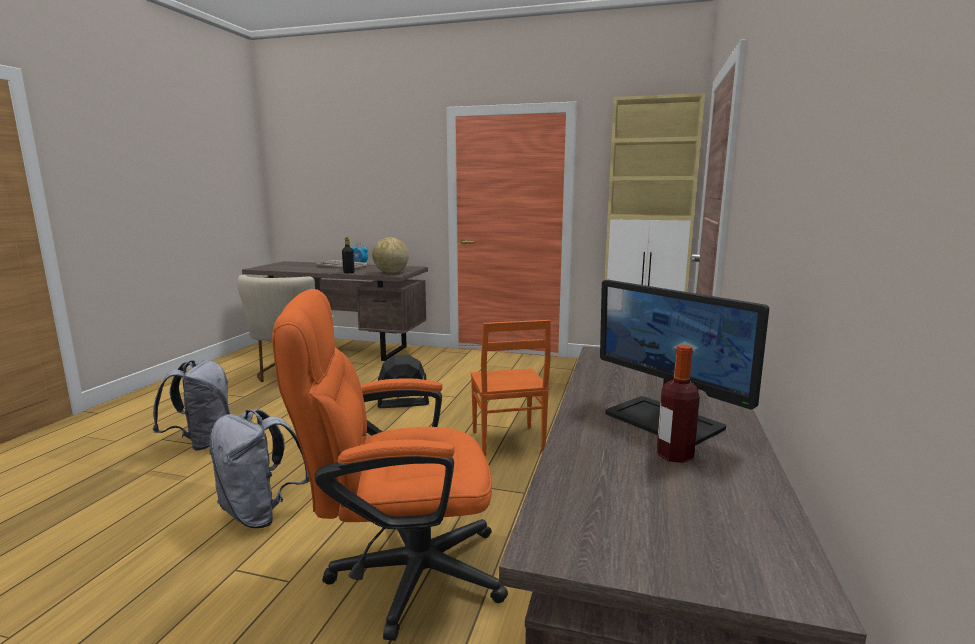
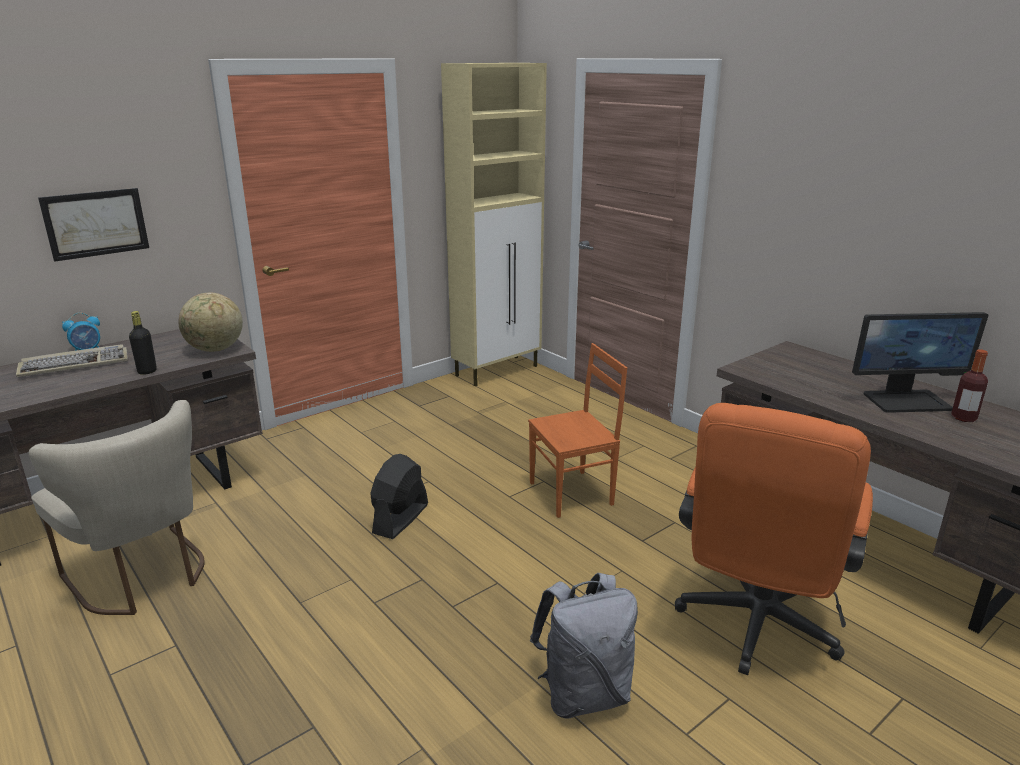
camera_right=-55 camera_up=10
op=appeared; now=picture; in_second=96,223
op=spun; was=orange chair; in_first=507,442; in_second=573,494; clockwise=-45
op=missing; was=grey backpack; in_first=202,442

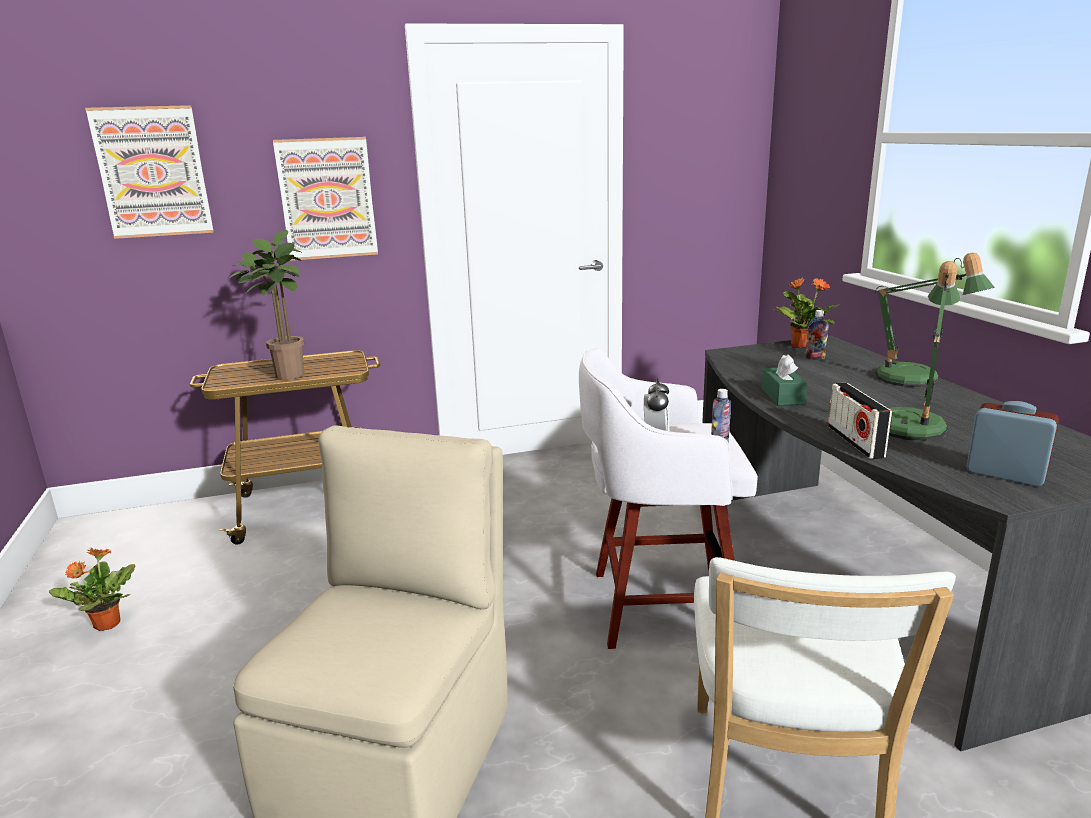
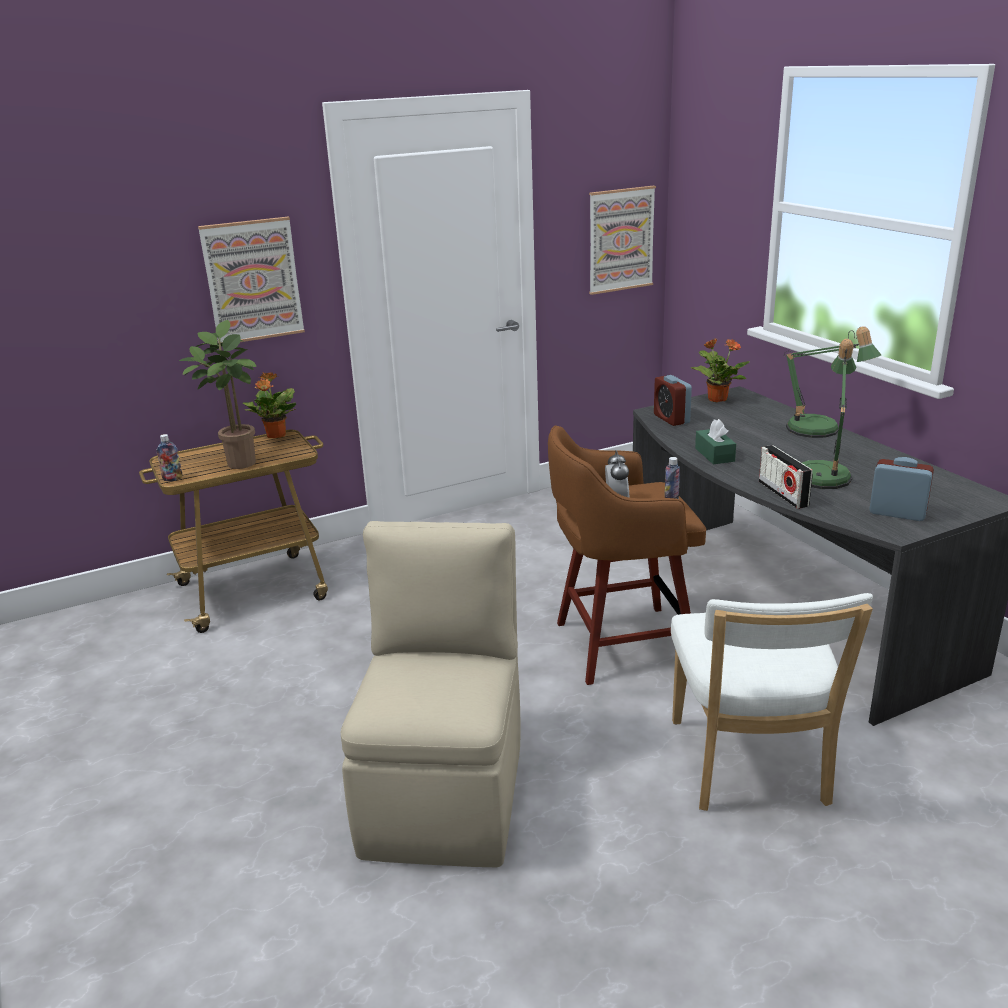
camera_right=-10 camera_up=5
op=relocated; was=bottle; in_first=815,358; in_second=172,479
op=relocated; was=potted plant; in_first=106,625; in_second=276,436
op=colour; was=white stool; now=brown stool; in_first=659,605; in_second=619,644
op=relocated; was=picture; in_first=152,172; in_second=620,240
op=appeared; now=alarm clock; in_second=671,419

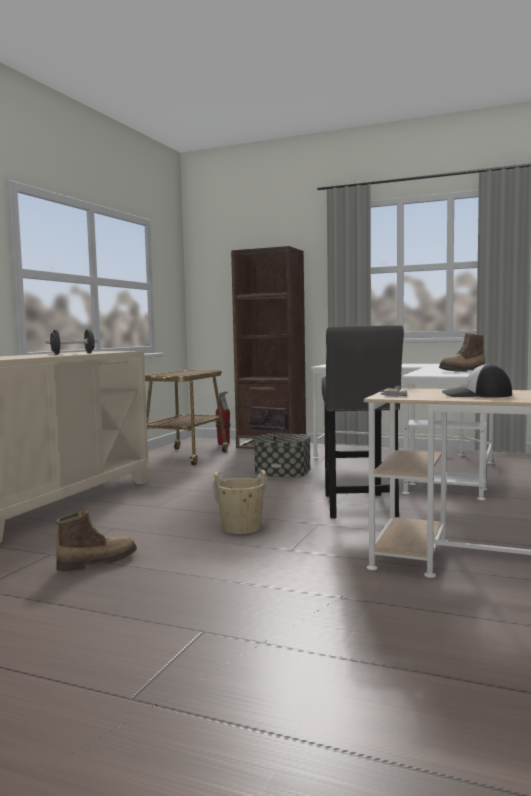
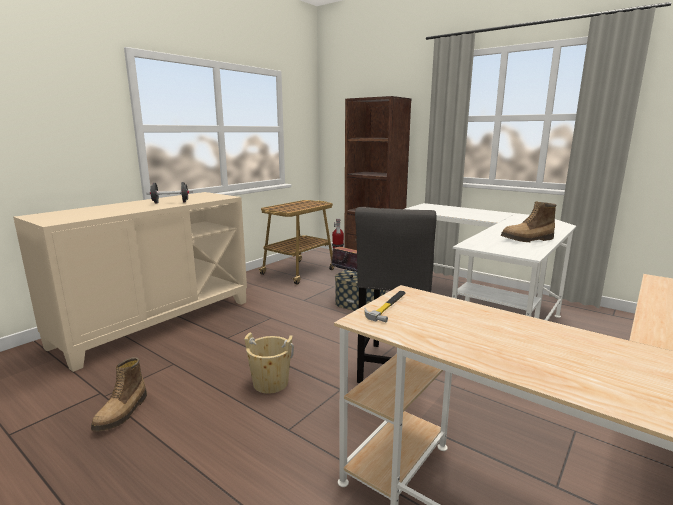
camera_right=15 camera_up=10
op=spun; was=boot; in_first=97,562; in_second=122,413; clockwise=120
op=missing; was=cap; in_first=476,395

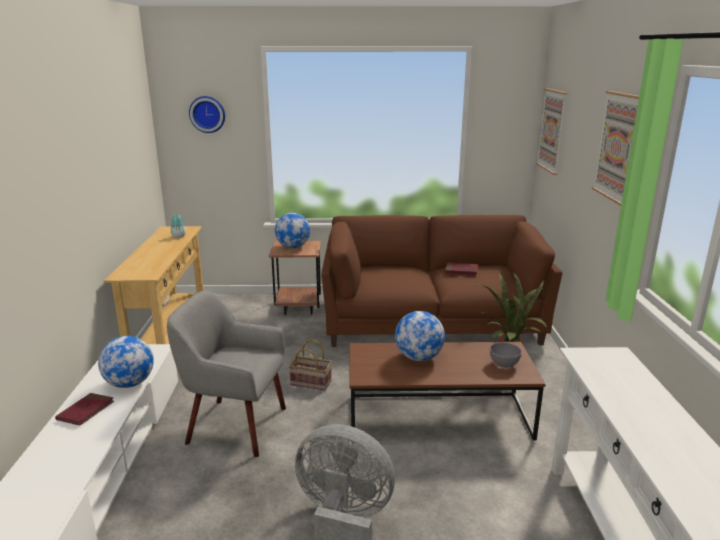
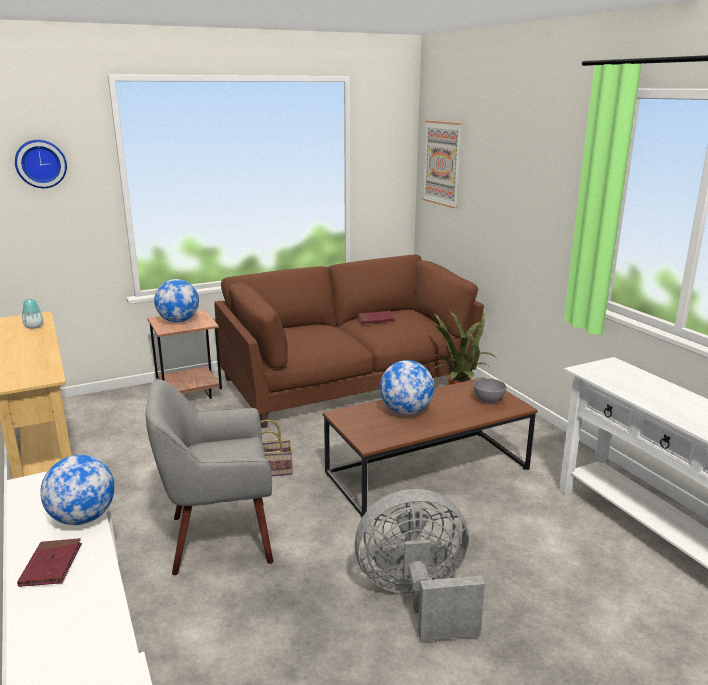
camera_right=-25 camera_up=0
op=missing; was=picture; in_first=618,147

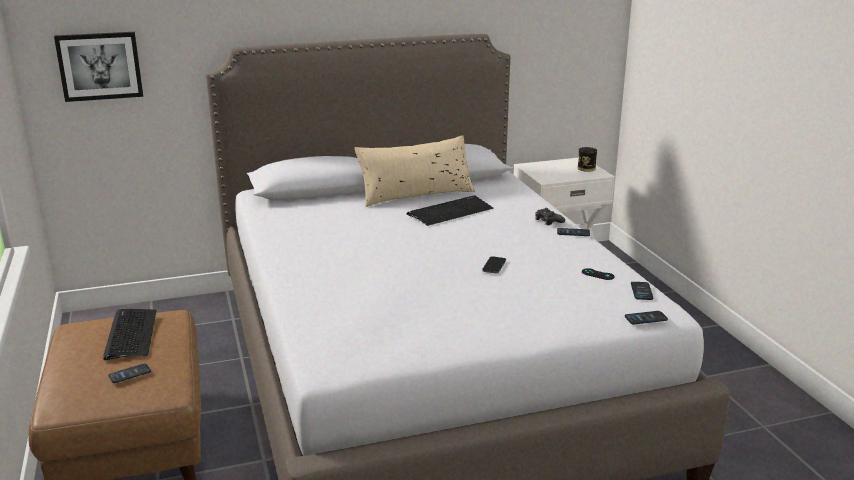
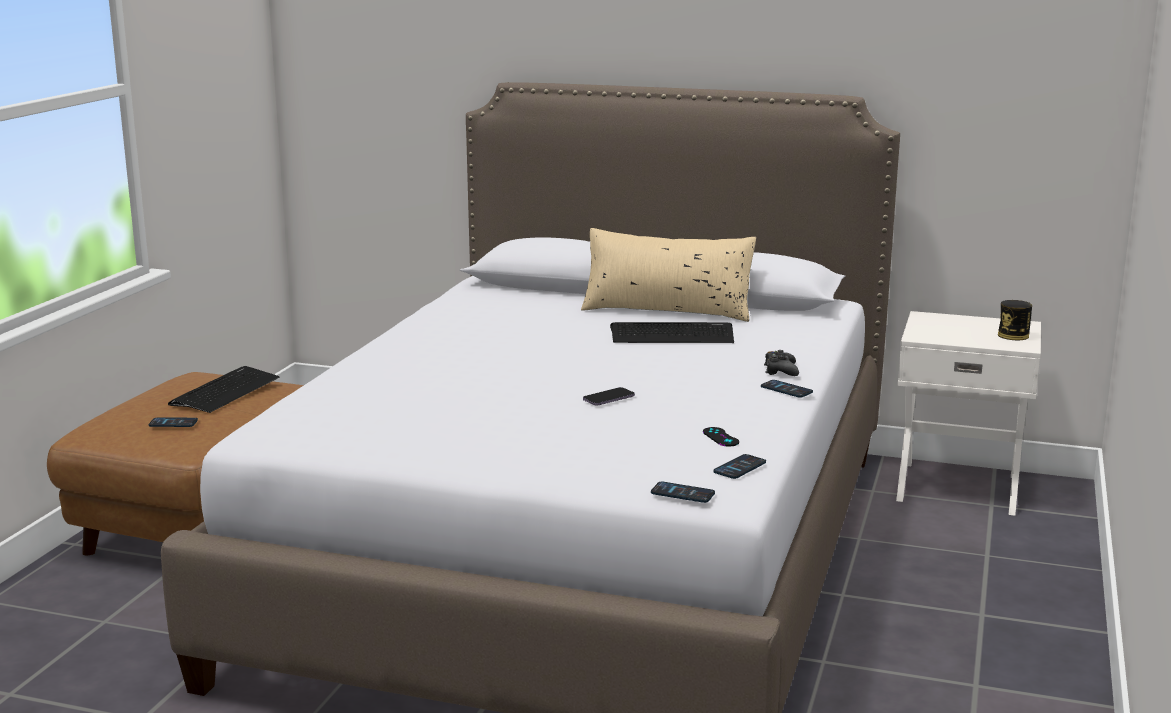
camera_right=35 camera_up=-5
op=missing; was=picture; in_first=100,66

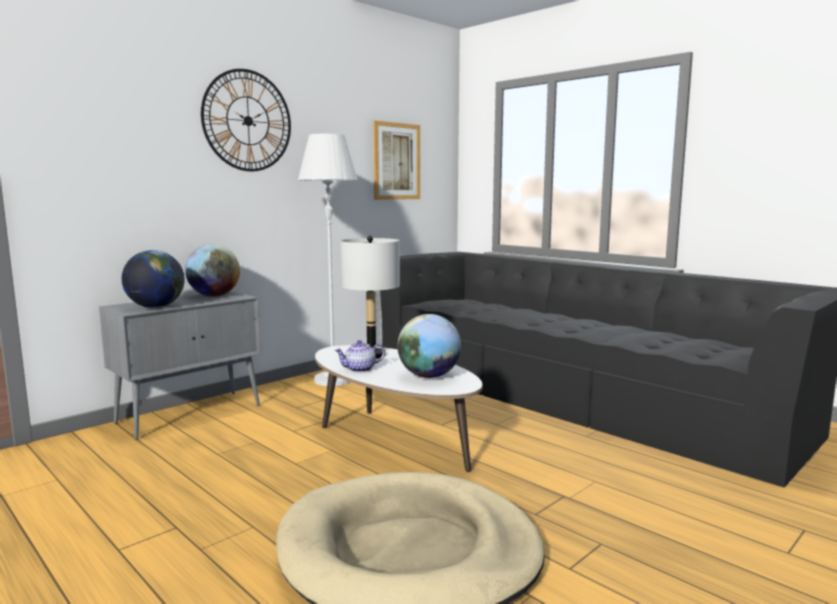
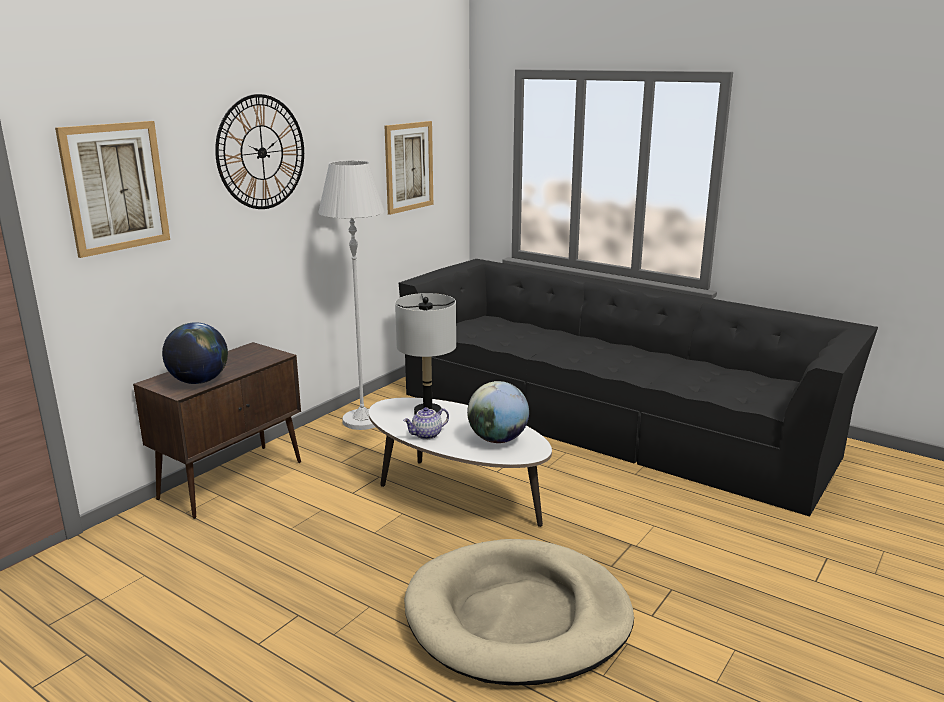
camera_right=-10 camera_up=10
op=appeared; now=picture; in_second=115,187
op=colour; was=grey cabinet; now=brown cabinet; in_first=191,413; in_second=233,479
op=missing; was=globe; in_first=214,296

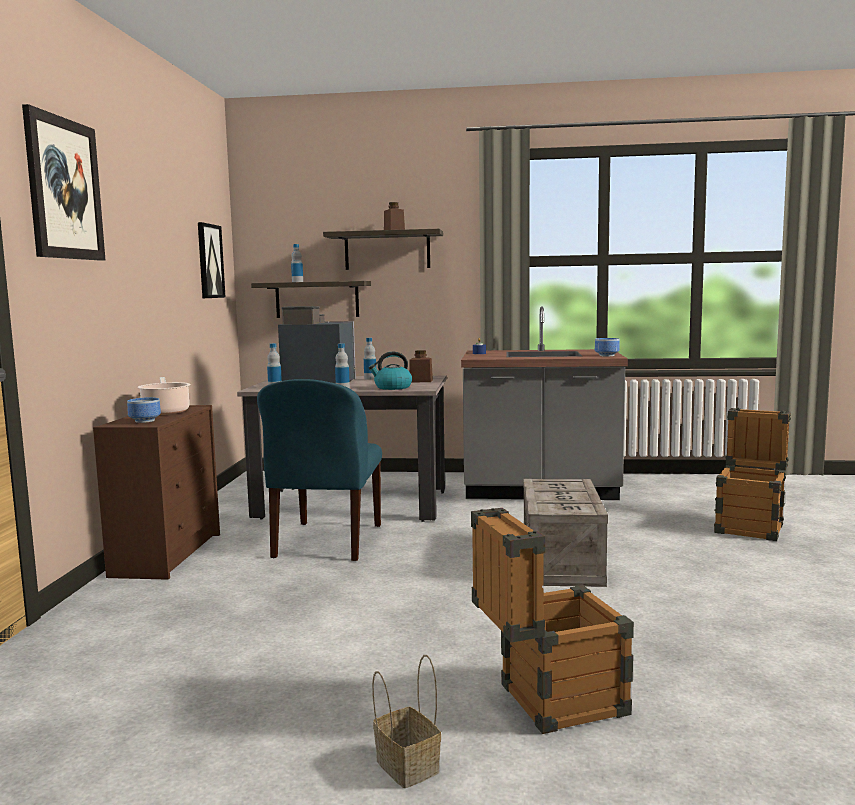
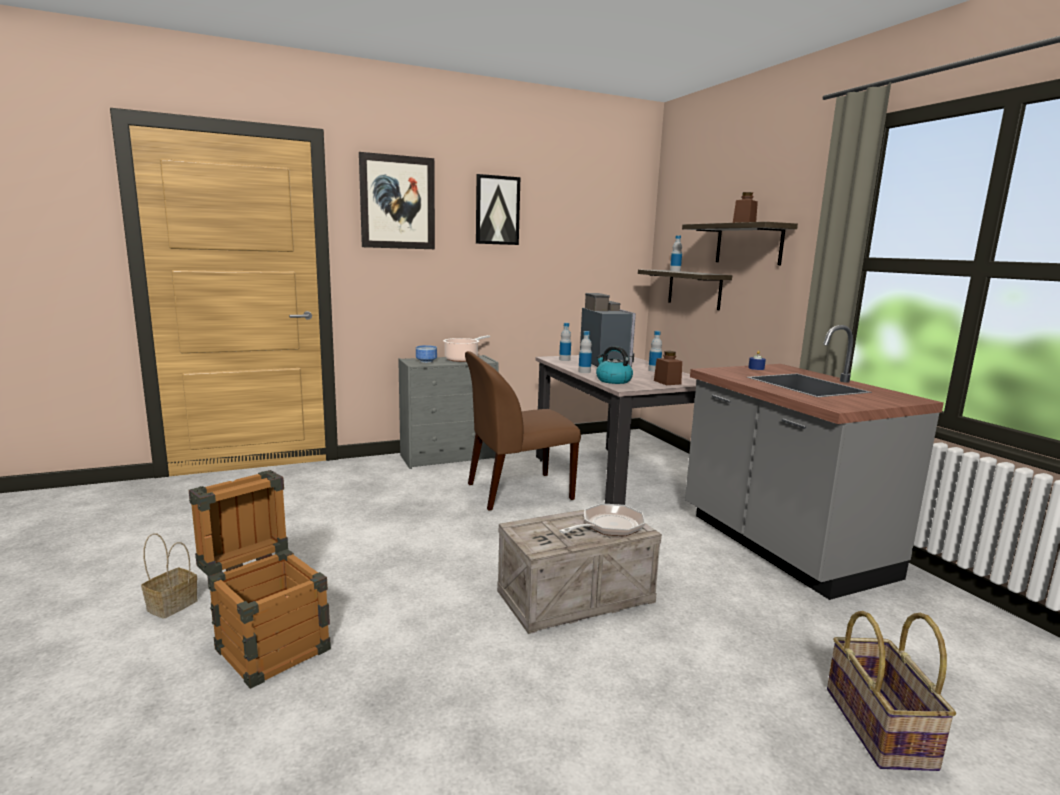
camera_right=60 camera_up=5
op=colour; was=brown dresser; now=grey dresser; in_first=168,554; in_second=449,457
op=colour; was=blue chair; now=brown chair; in_first=327,542; in_second=517,492
op=relocated; was=picture; in_first=209,261; in_second=497,210
op=appeared; now=frying pan; in_second=608,526
op=exchanged; was=crate; now=basket; in_first=751,526; in_second=881,728
op=missing; was=bowl; in_first=606,355

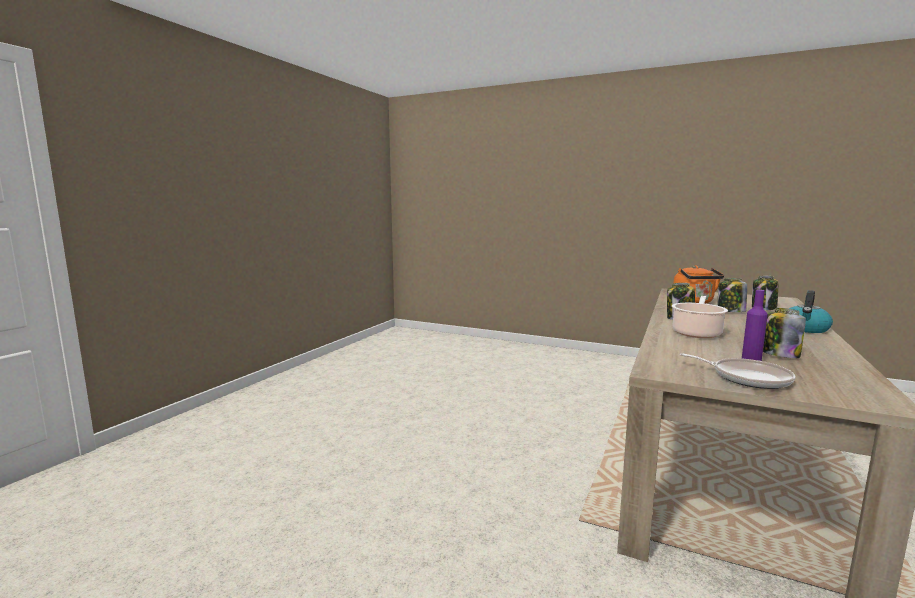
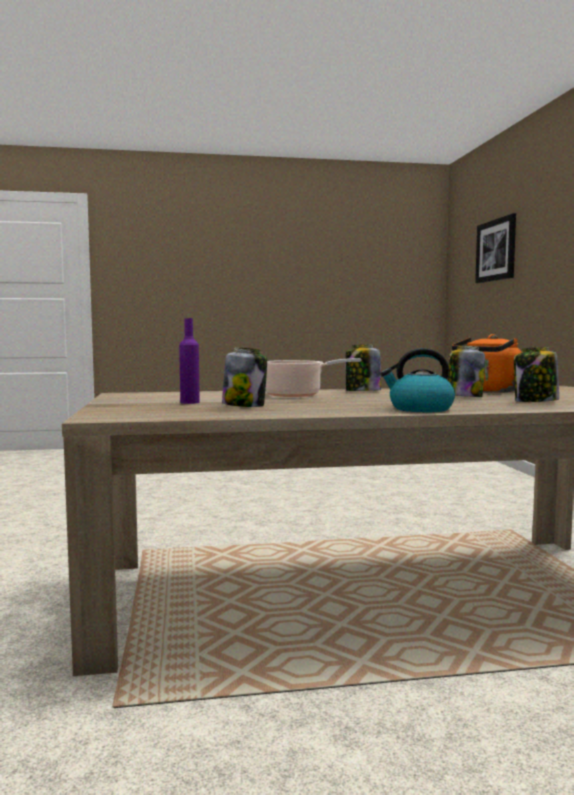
camera_right=55 camera_up=-5
op=appeared; now=picture; in_second=496,250
op=missing; was=frying pan; in_first=747,378

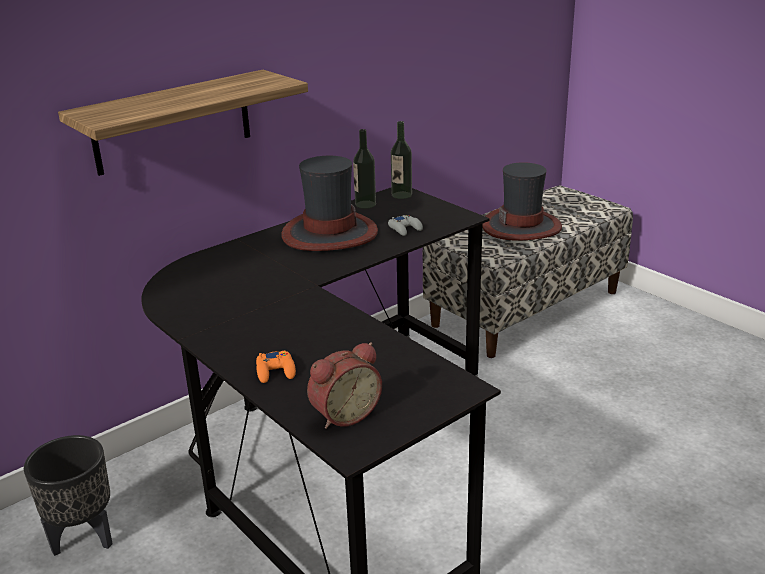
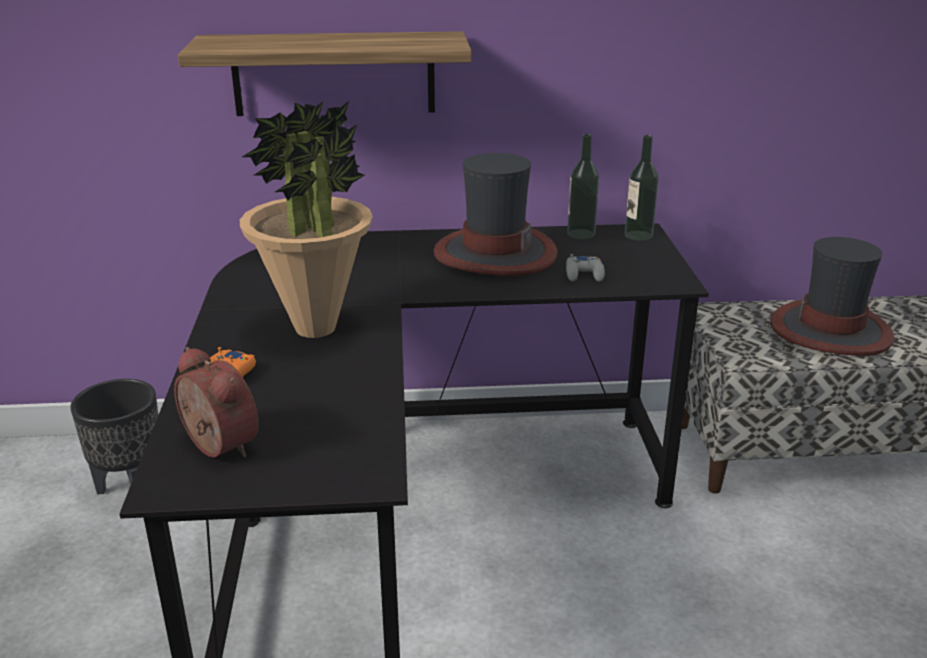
camera_right=35 camera_up=0
op=spun; was=alarm clock; in_first=344,414; in_second=216,447; clockwise=-135
op=appeared; now=potted plant; in_second=316,328

